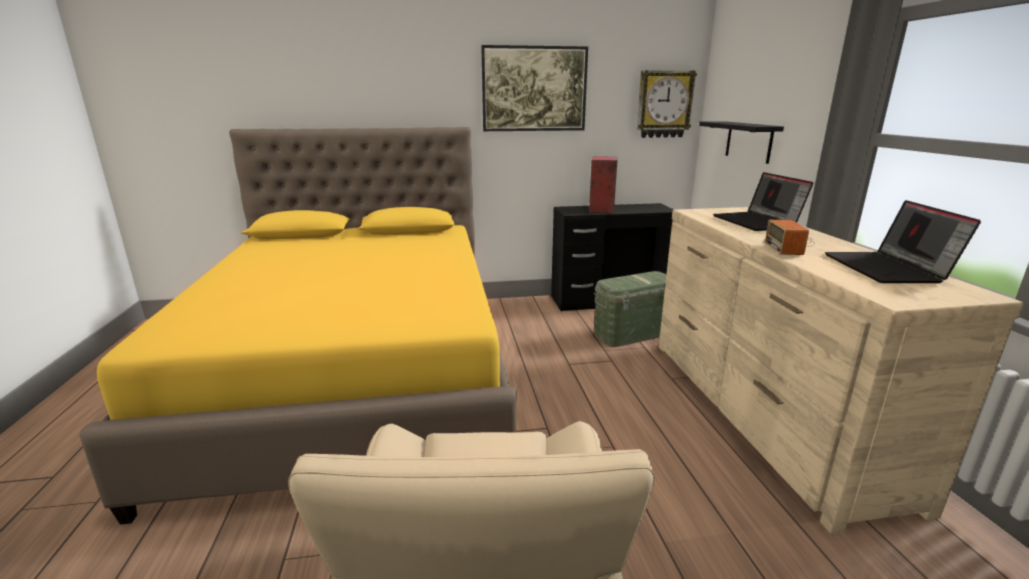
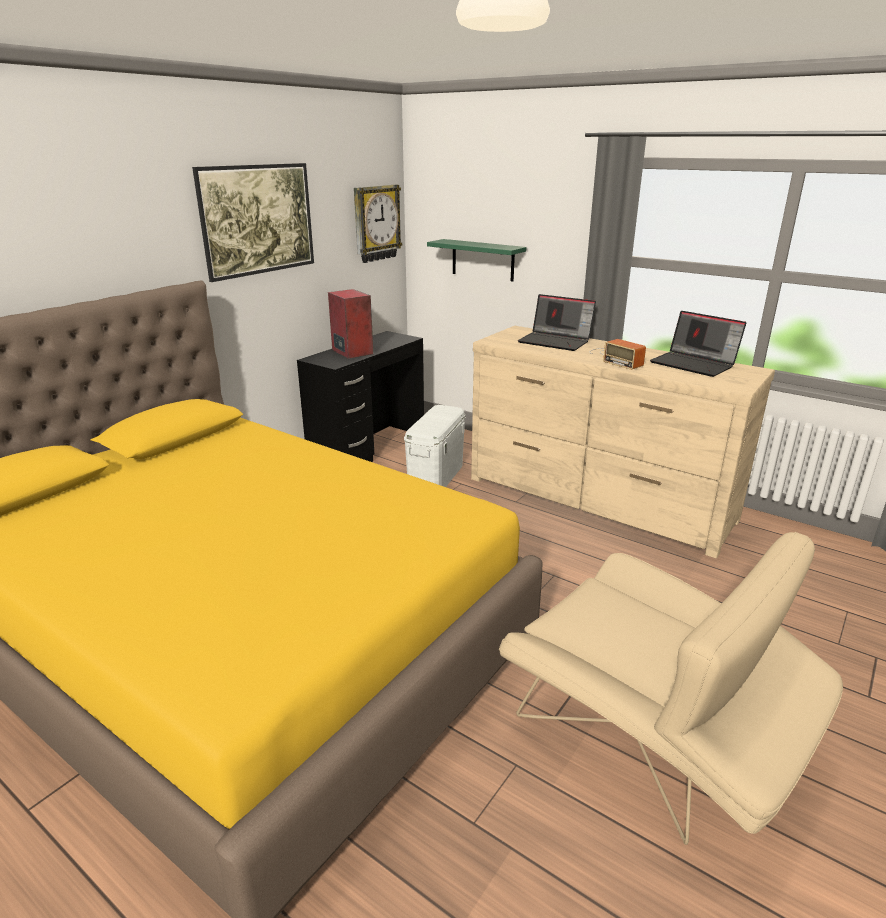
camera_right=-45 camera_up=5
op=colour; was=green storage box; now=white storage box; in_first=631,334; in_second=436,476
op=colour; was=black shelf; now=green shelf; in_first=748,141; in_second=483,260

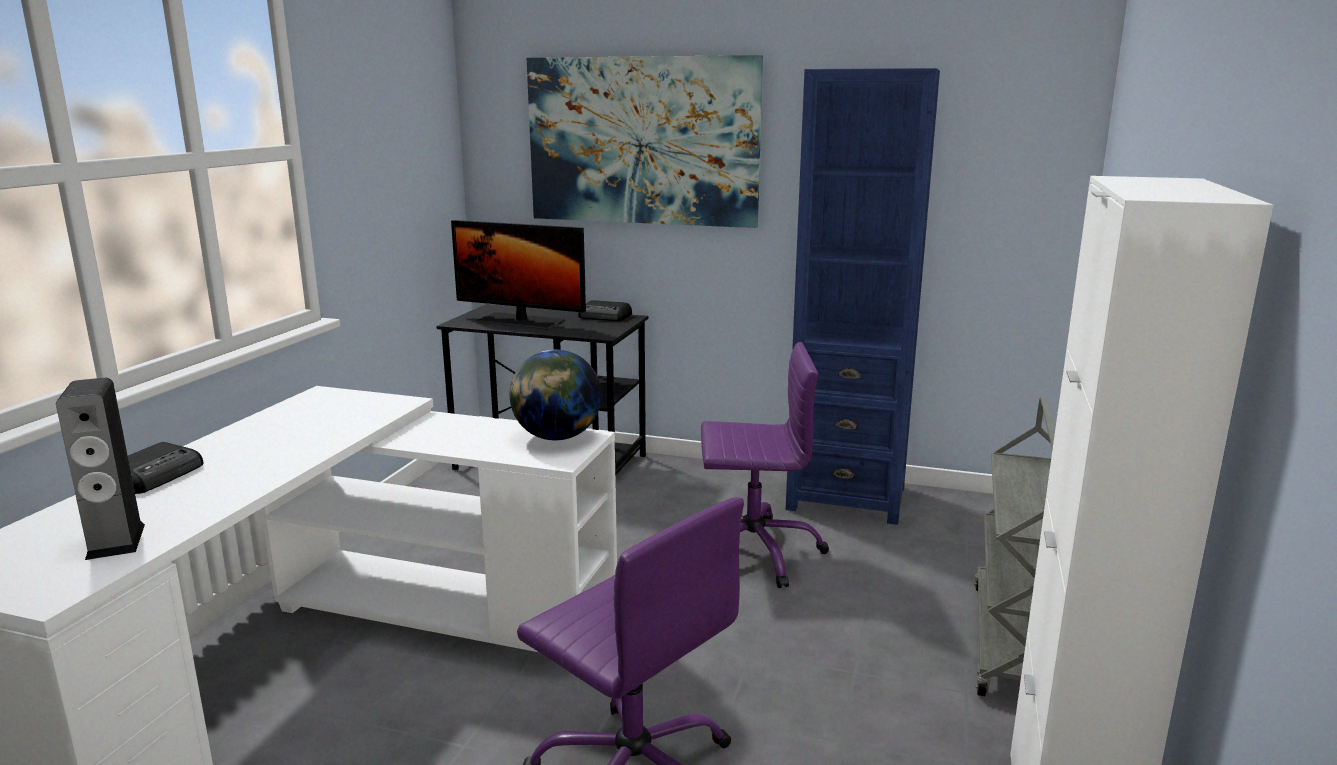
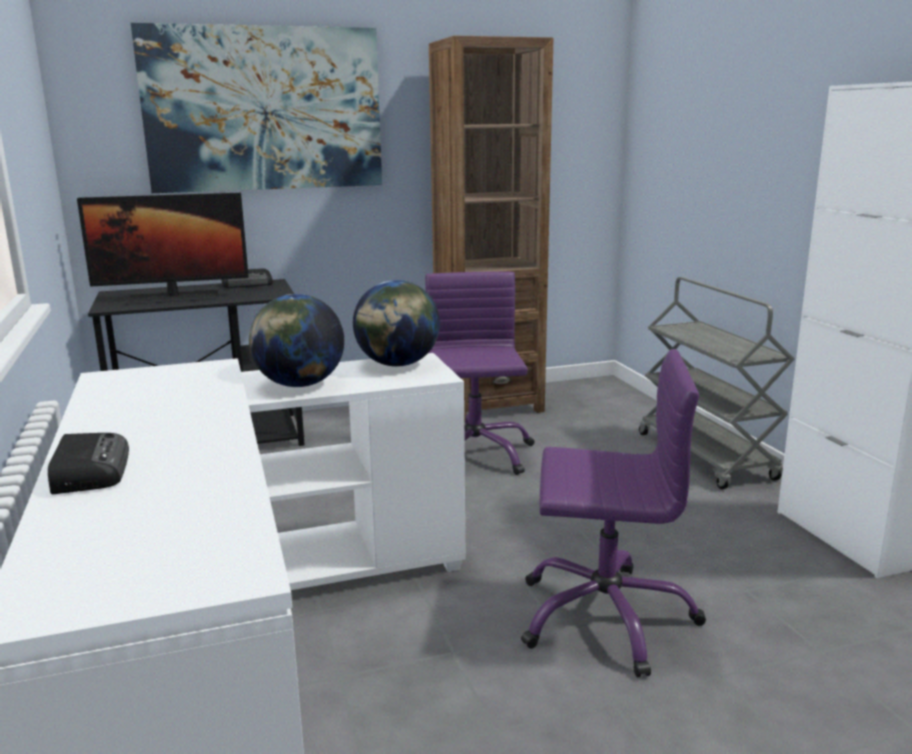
camera_right=-35 camera_up=0
op=appeared; now=globe; in_second=299,385
op=spun; was=purple office chair; in_first=753,551; in_second=474,454; clockwise=-60
op=colour; was=blue bookcase; now=brown bookcase; in_first=846,498; in_second=488,404
op=missing; was=speaker; in_first=116,541

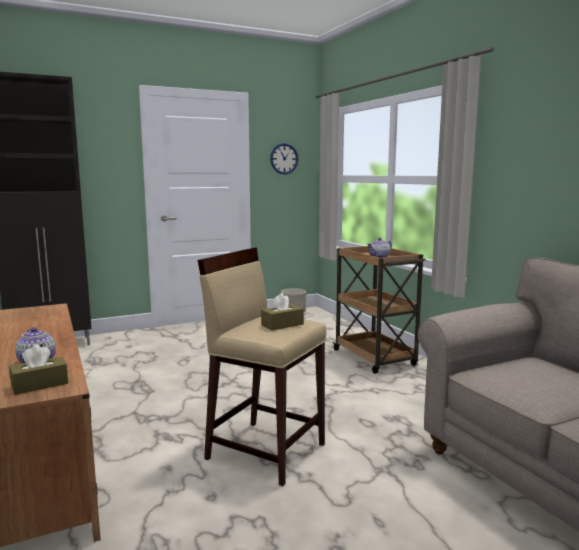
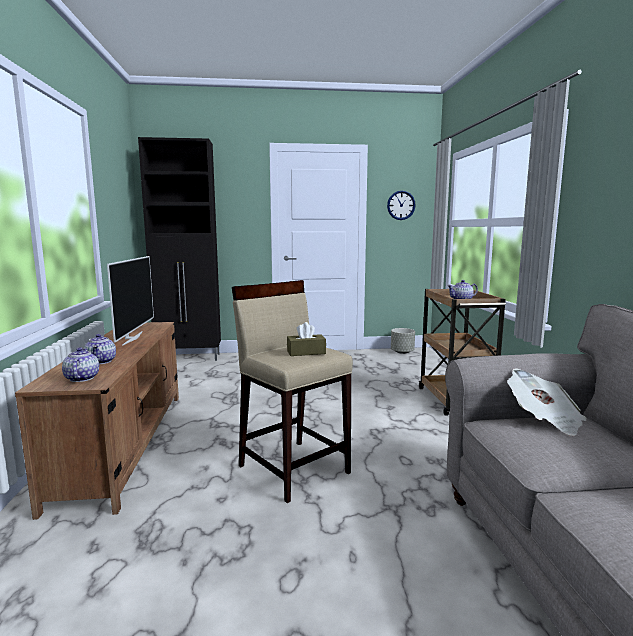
camera_right=20 camera_up=0
op=exchanged; was=brown tissue box; now=teapot; in_first=40,384; in_second=81,378
op=appeared; now=television; in_second=131,338
op=appeared; now=newspaper; in_second=544,419

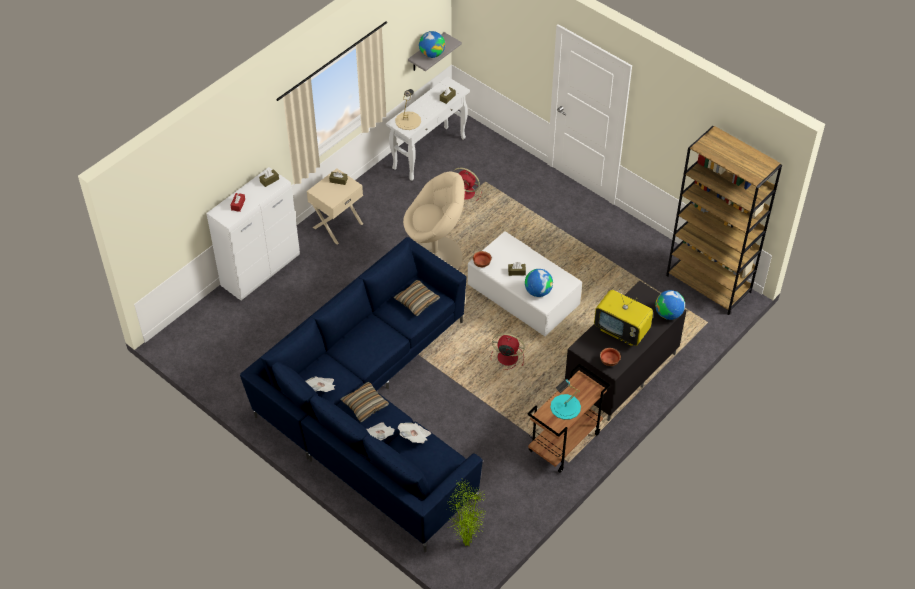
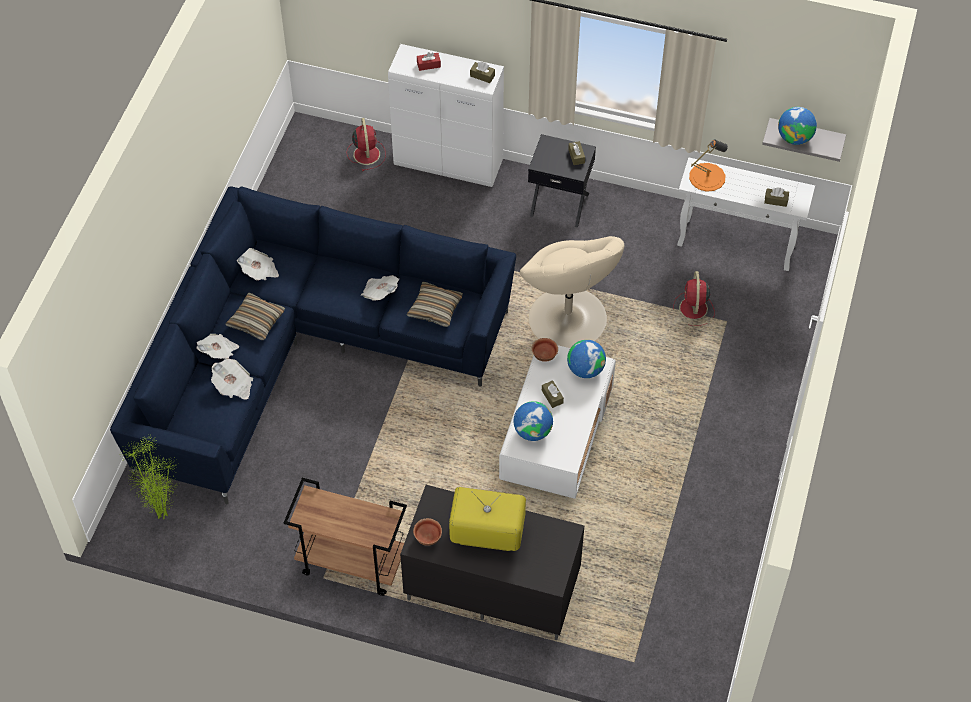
camera_right=65 camera_up=5
op=relocated; was=red fan; in_first=506,357; in_second=366,153
op=appeared; now=newspaper; in_second=380,293
op=spun; was=television; in_first=622,330; in_second=486,534; clockwise=90
op=colour; was=beige nightstand; now=black nightstand; in_first=337,225; in_second=560,203
op=relocated; was=globe; in_first=668,314; in_second=585,369
op=colour; was=beige table lamp; now=orange table lamp; in_first=408,121; in_second=707,177
op=missing; was=turquoise table lamp; in_first=565,407
op=missing; was=brown bookcase; in_first=709,284

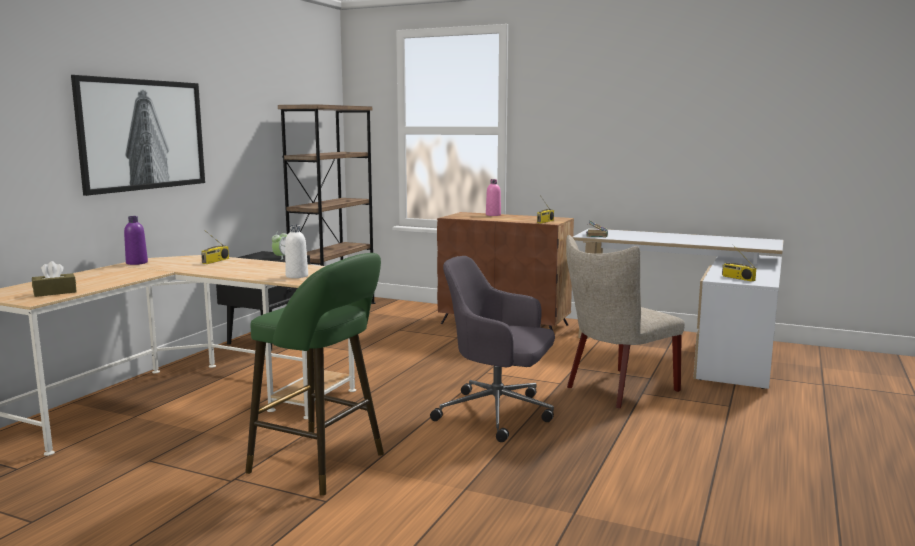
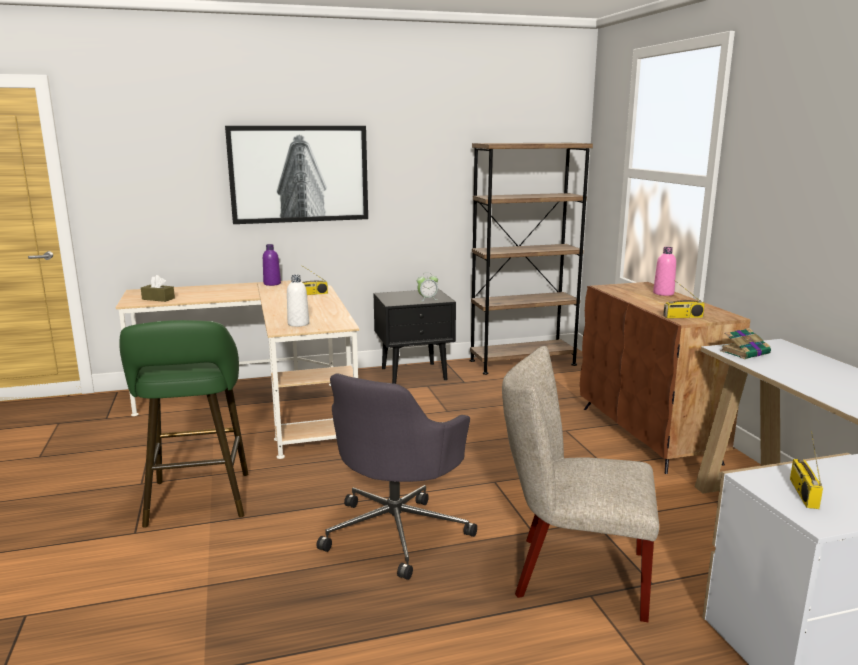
camera_right=50 camera_up=5
op=spun; was=grey office chair; in_first=498,414; in_second=397,531; clockwise=-135

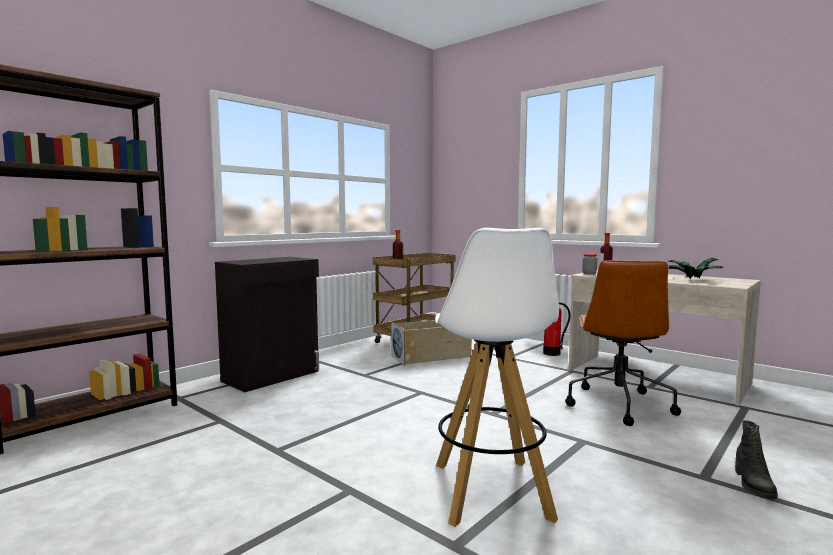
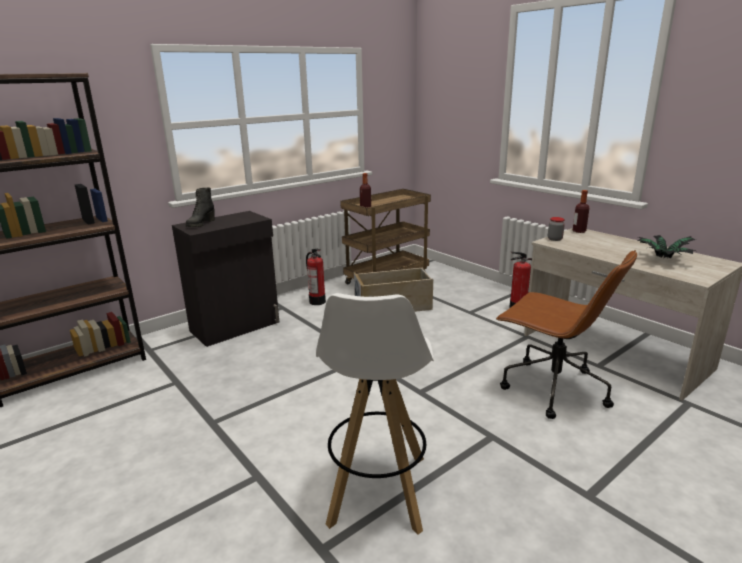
camera_right=10 camera_up=15
op=relocated; was=black boot; in_first=753,485; in_second=200,224
op=appeared; now=fire extinguisher; in_second=317,301
op=spun; was=brown office chair; in_first=618,404; in_second=552,388; clockwise=-75

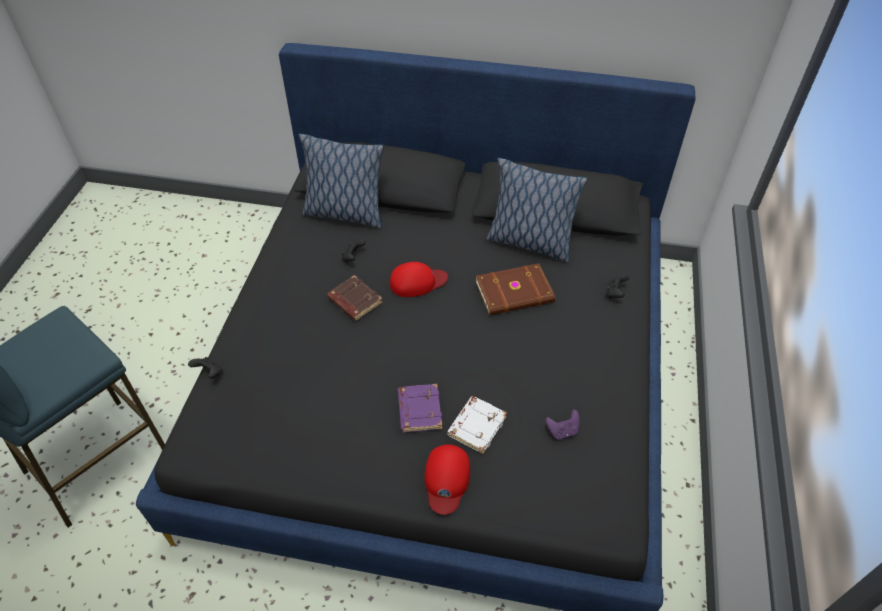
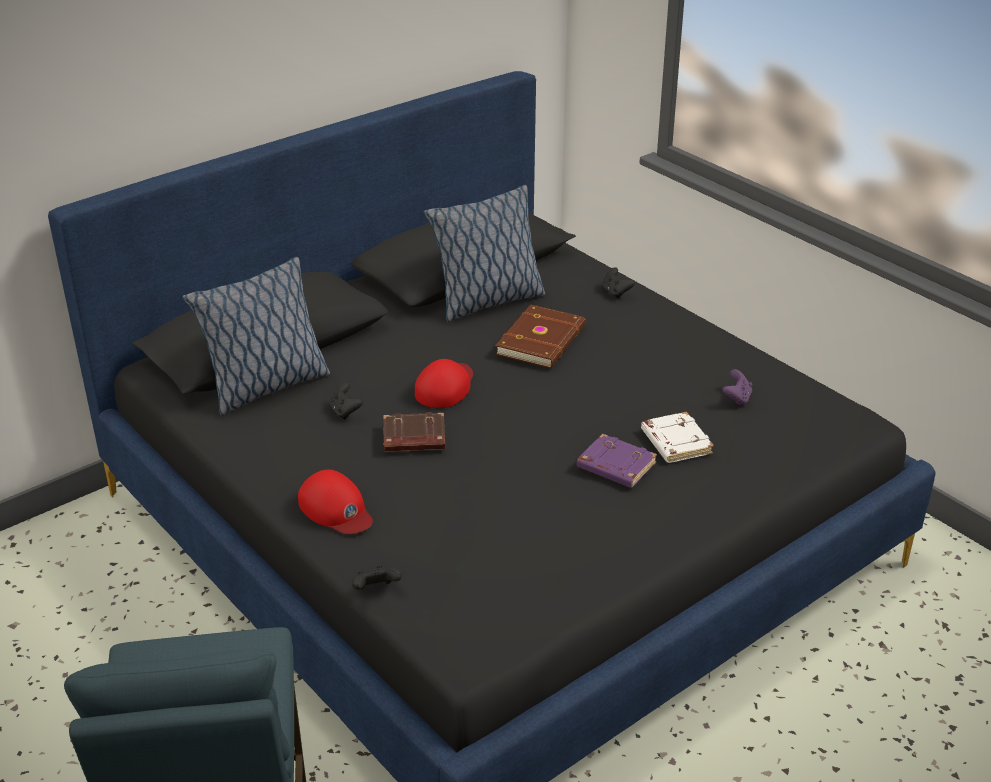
camera_right=-50 camera_up=-15
op=relocated; was=red cap; in_first=446,479; in_second=336,509

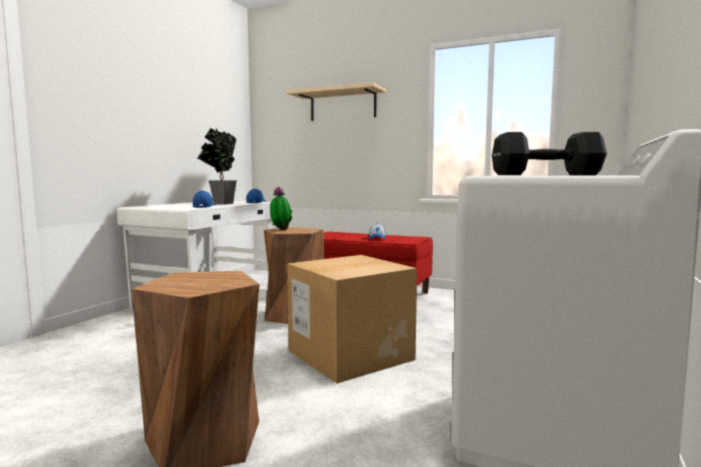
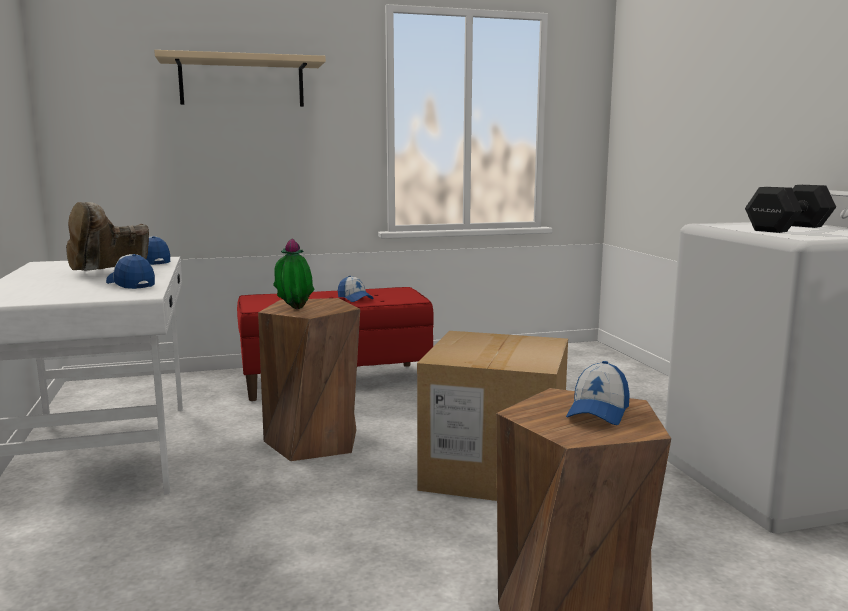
camera_right=-40 camera_up=5
op=exchanged; was=potted plant; now=brown boot; in_first=220,203; in_second=109,272
op=appeared; now=cap; in_second=598,411

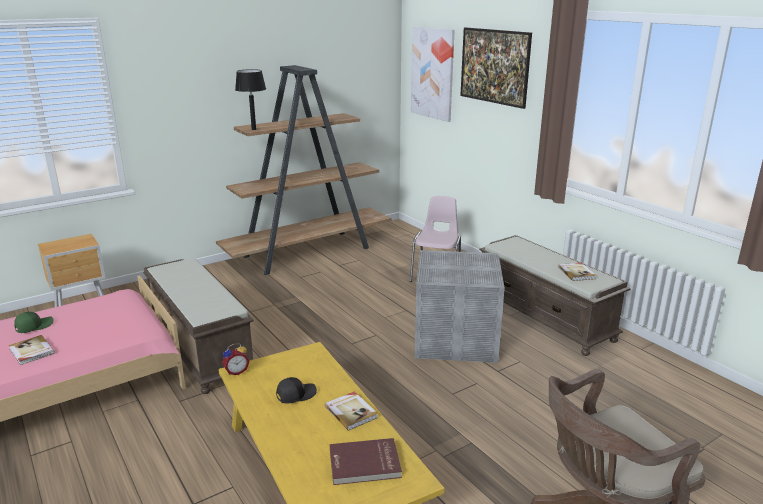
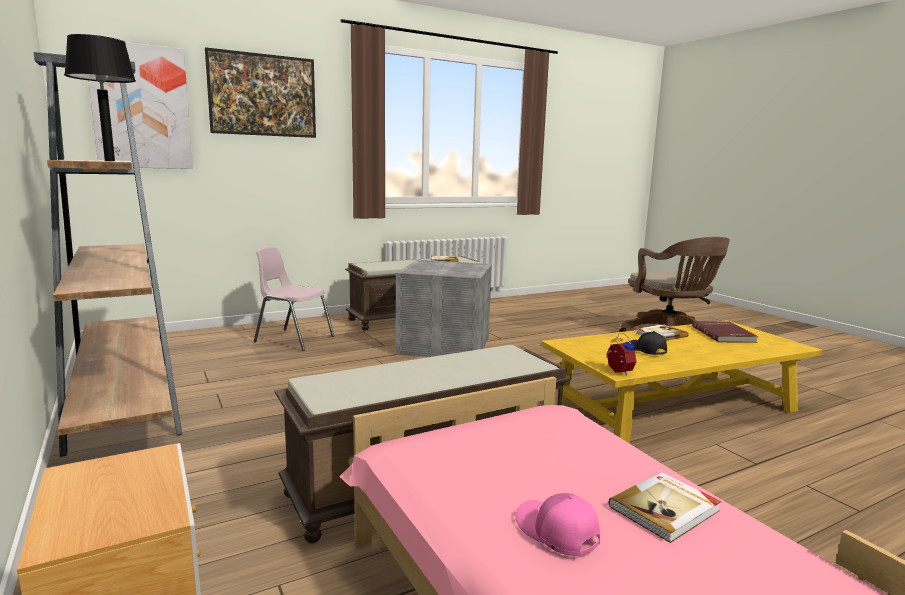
camera_right=-85 camera_up=-10
op=colour; was=green cap; now=pink cap; in_first=34,326; in_second=556,532

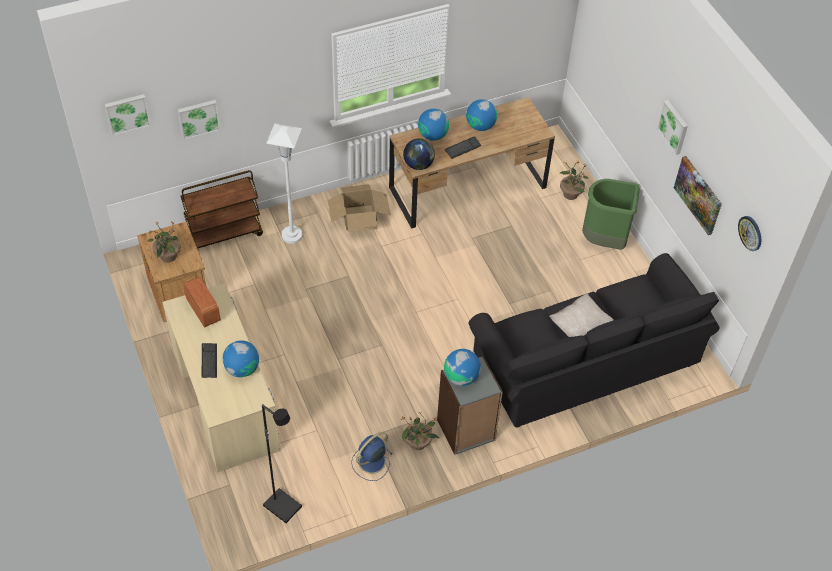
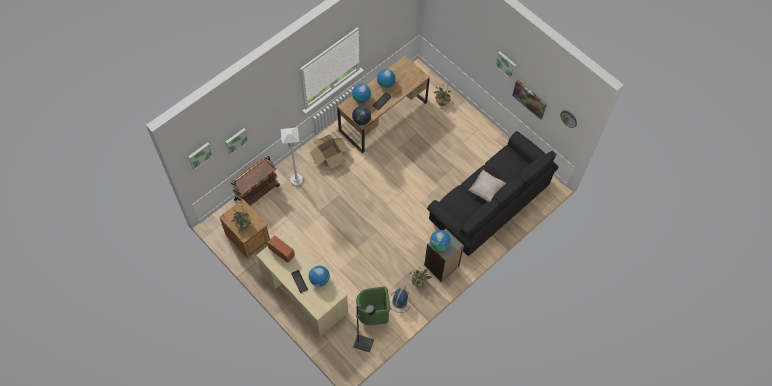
camera_right=-20 camera_up=10
op=relocated; was=green trash can; in_first=605,241; in_second=373,316

